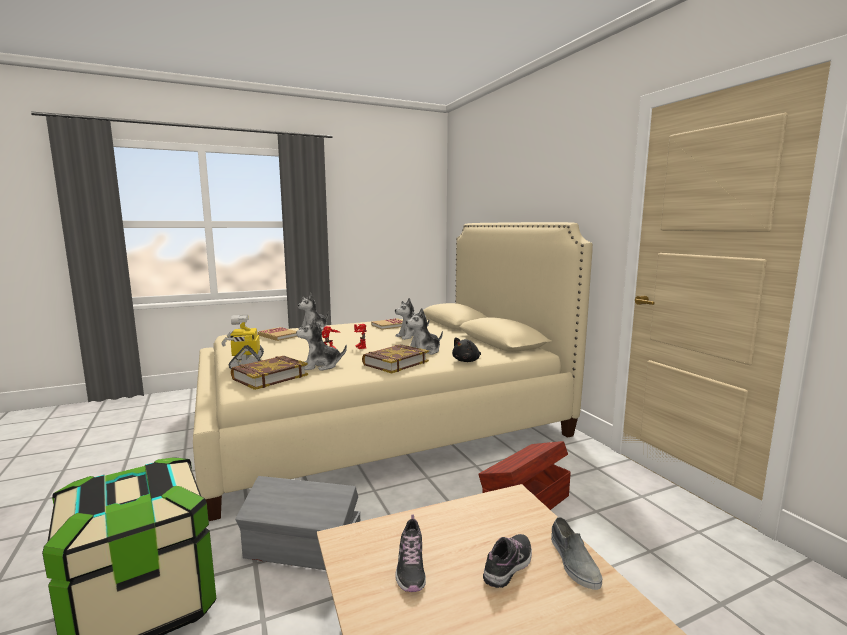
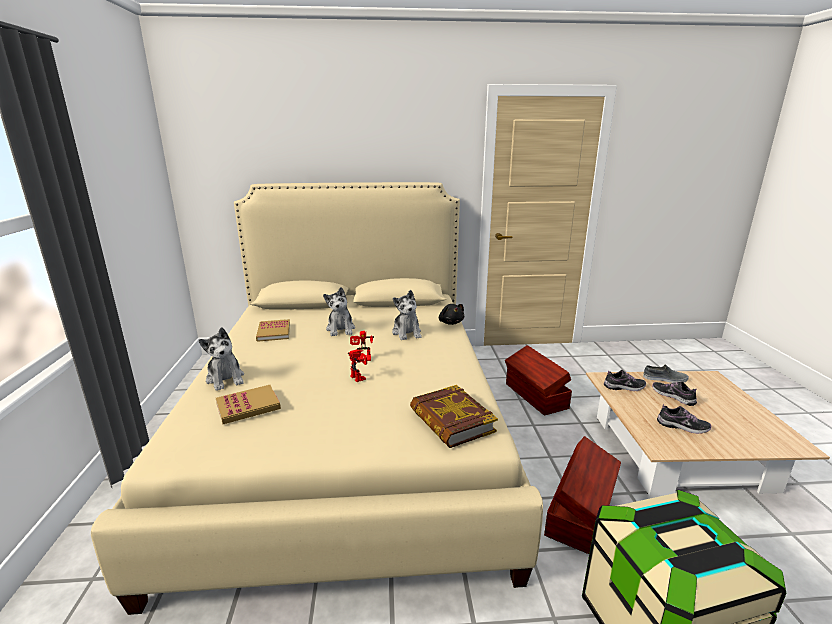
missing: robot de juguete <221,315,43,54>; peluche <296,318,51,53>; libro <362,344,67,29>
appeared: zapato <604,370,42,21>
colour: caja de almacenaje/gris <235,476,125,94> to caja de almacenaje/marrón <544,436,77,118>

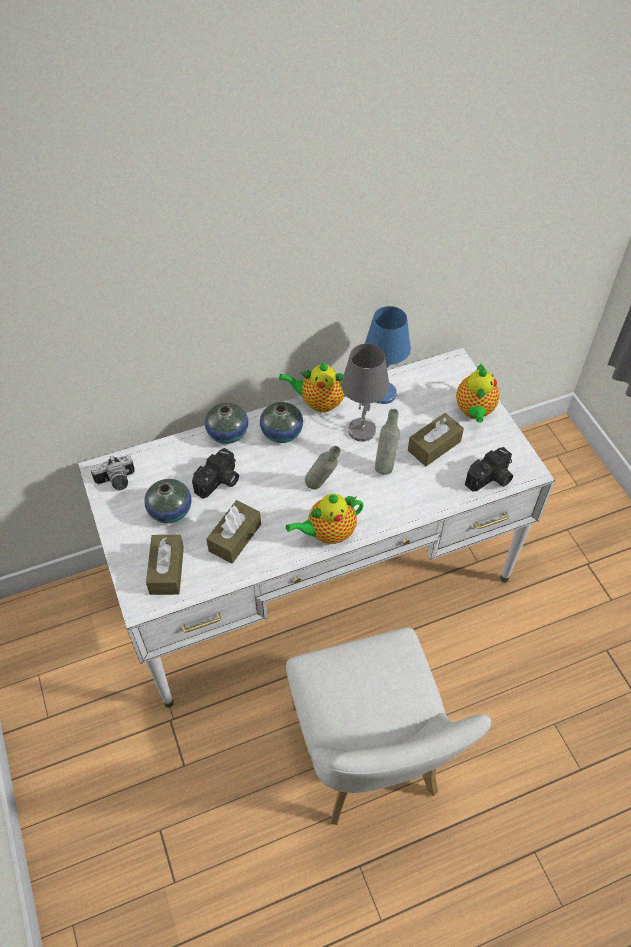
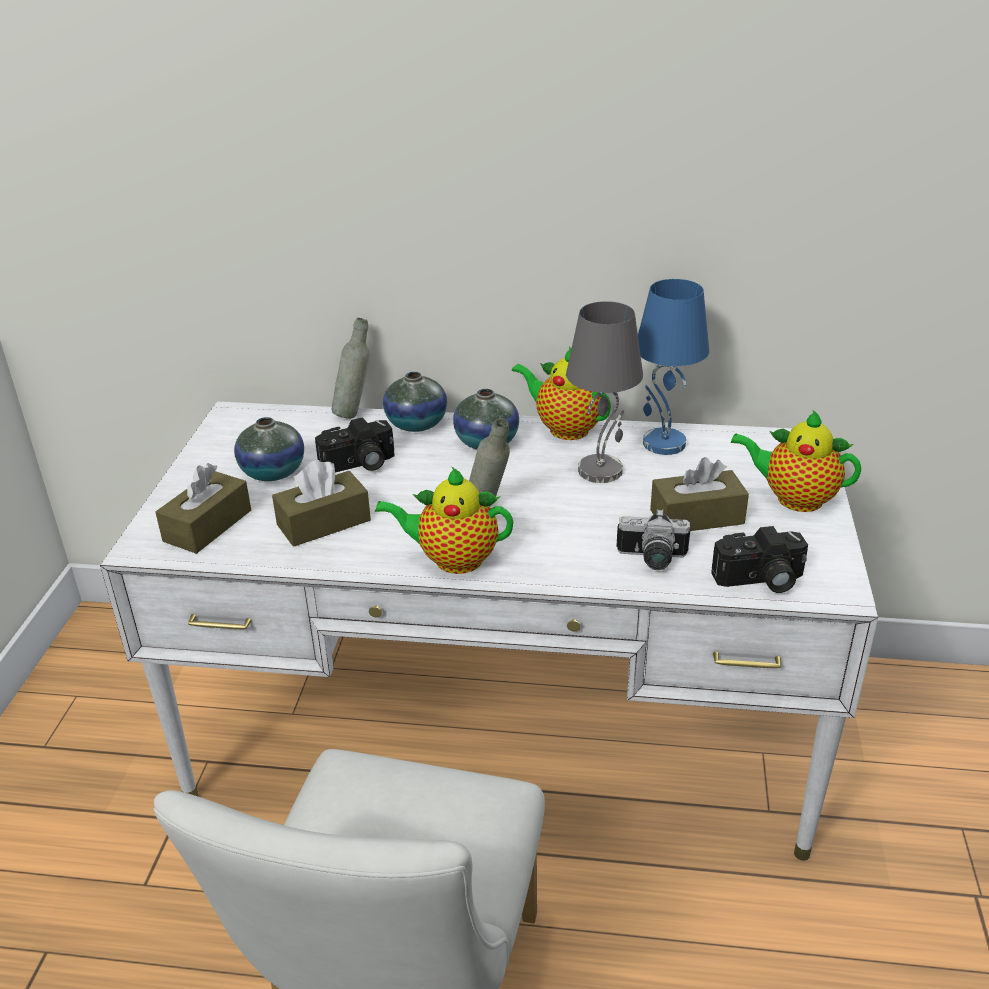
relocated: cámara <91,455,44,35> to <616,509,74,61>; botella/gris <375,409,25,66> to <332,318,37,101>
spun: tetera <456,363,43,60> = <731,409,130,103> 75 degrees clockwise

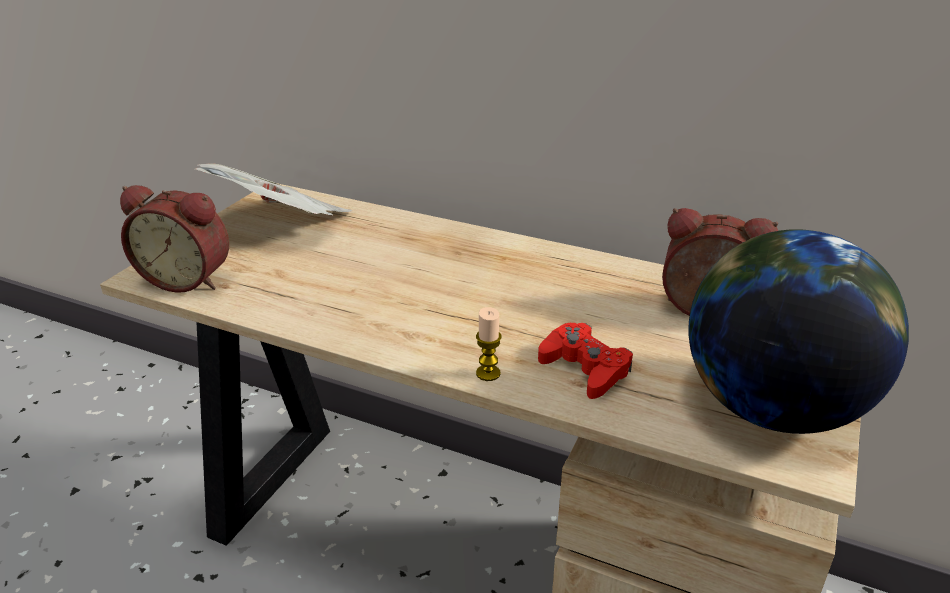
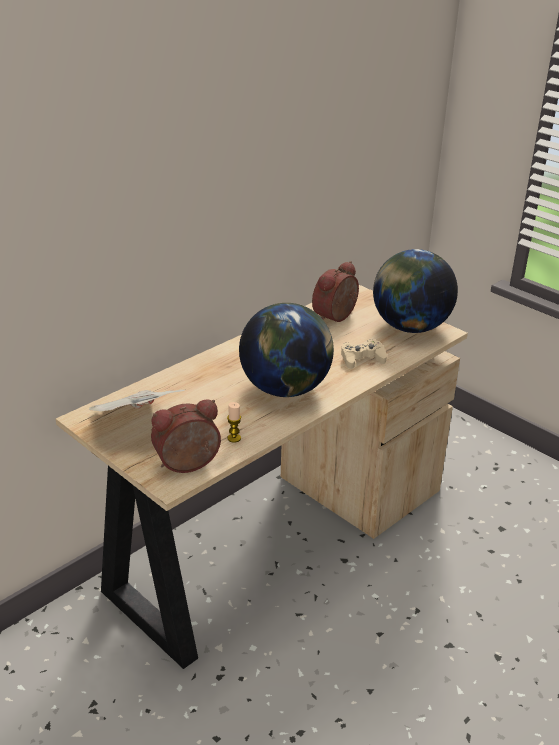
appeared: globo terráqueo <239,303,95,94>
relocated: vela <476,307,26,74> to <227,402,14,41>
colour: mando de consola/rojo <538,323,95,76> to mando de consola/beis <341,339,46,30>
spun: despertador <120,185,109,108> = <151,399,70,74> 150 degrees counterclockwise

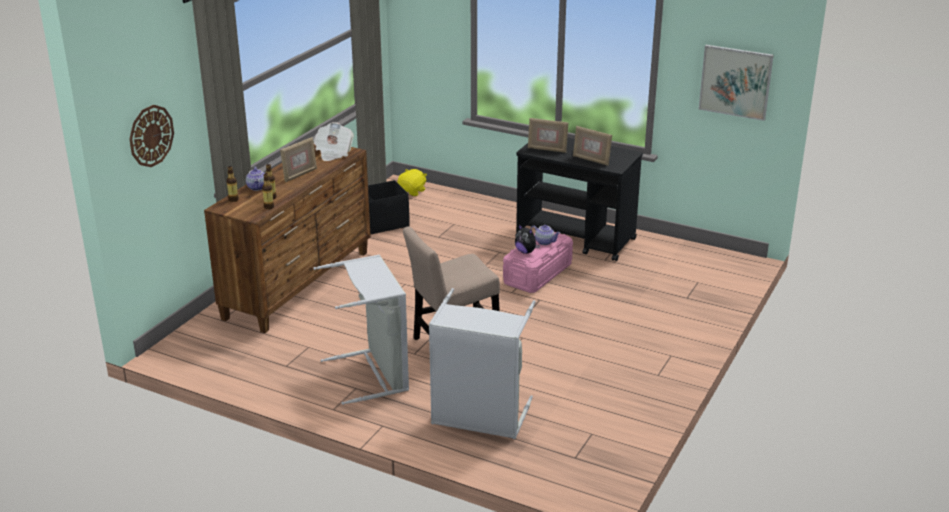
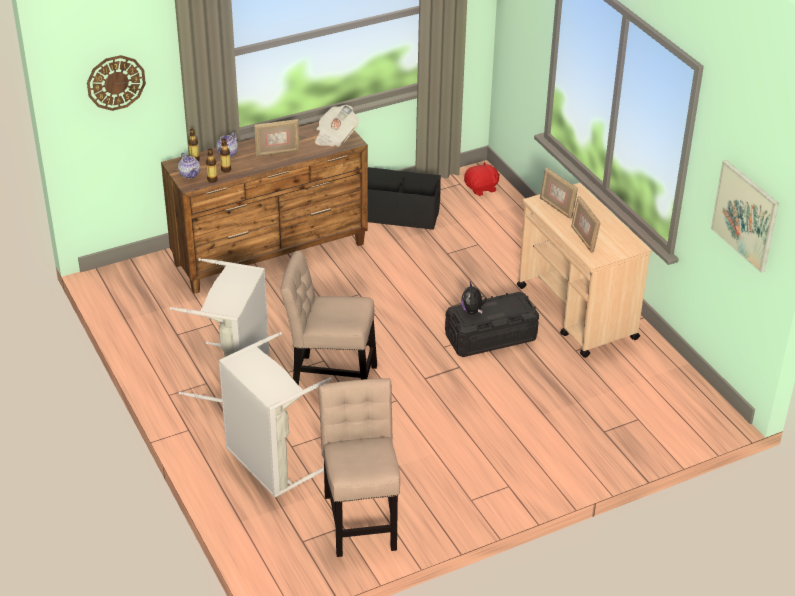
appeared: silla/beis <318,378,82,179>
relocated: tetera <530,225,30,20> to <178,153,22,26>
colour: peluche/amarillo <397,169,30,27> to peluche/rojo <464,162,36,34>; caja de almacenaje/rosa <503,232,70,61> to caja de almacenaje/negro <445,292,94,65>; carrito/negro <515,137,128,125> to carrito/beis <517,183,134,175>

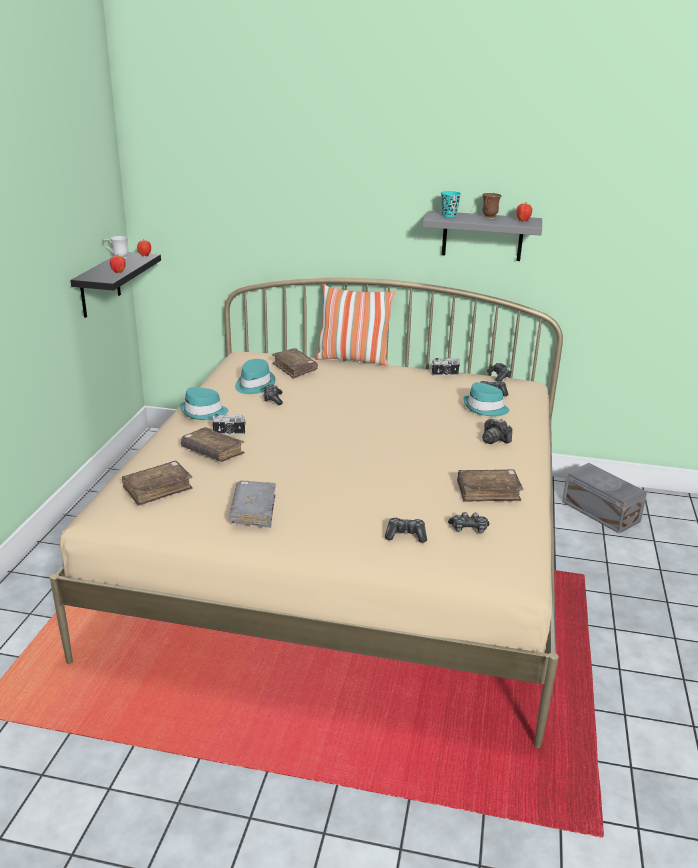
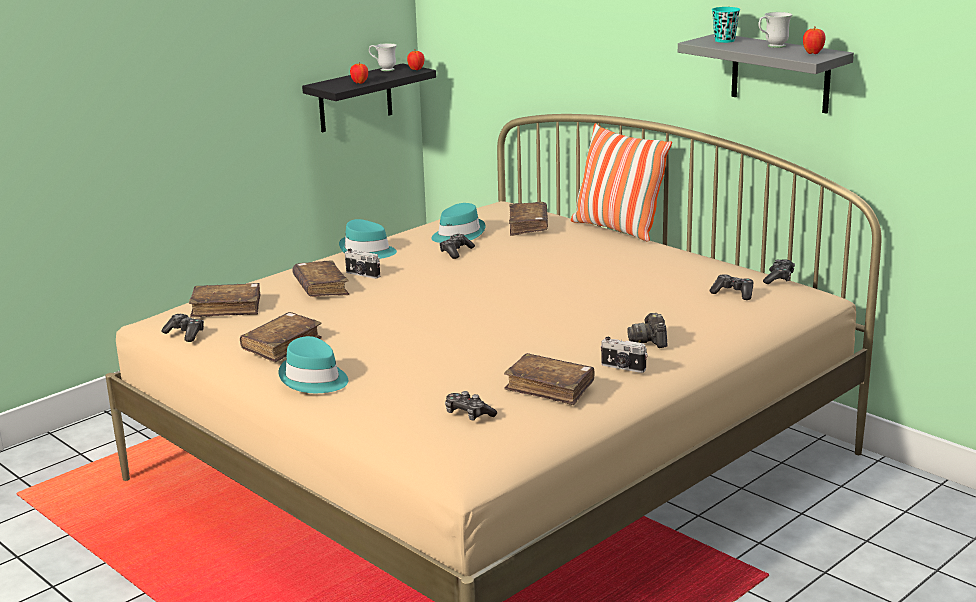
missing: caja de almacenaje/gris <562,463,85,70>
relocated: mando de consola <385,517,42,26> to <161,314,43,28>; cámara <432,358,28,18> to <601,337,46,36>; sombrero/turquesa <464,382,45,34> to <279,336,69,57>
colour: libro/gris <229,481,47,47> to libro/marrón <240,312,82,51>; taza grande/marrón <482,193,20,26> to taza grande/blanco <758,12,34,36>

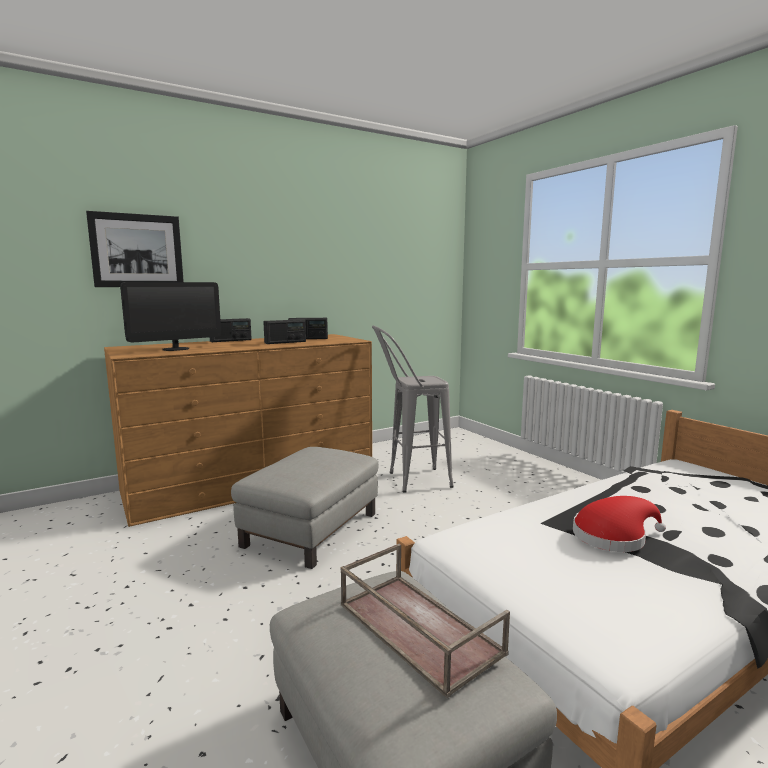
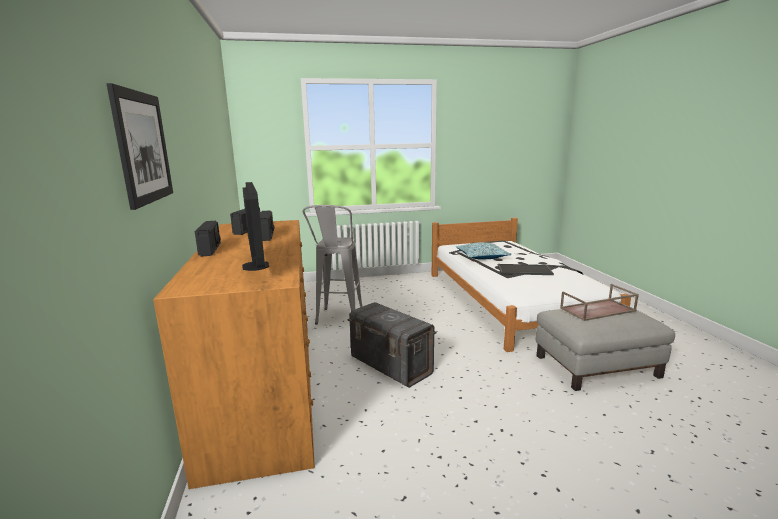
appeared: cojín <456,242,55,17>
exchanged: puf/gris <231,447,148,122> to caja de almacenaje/gris <348,302,89,86>; sombrero/rojo <573,496,93,56> to bandeja <498,264,56,11>

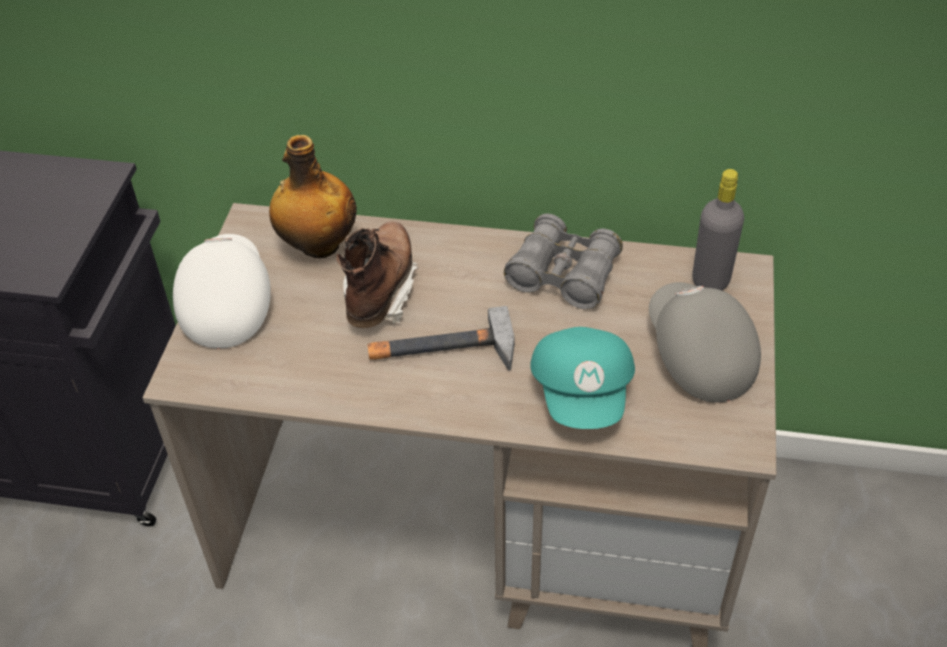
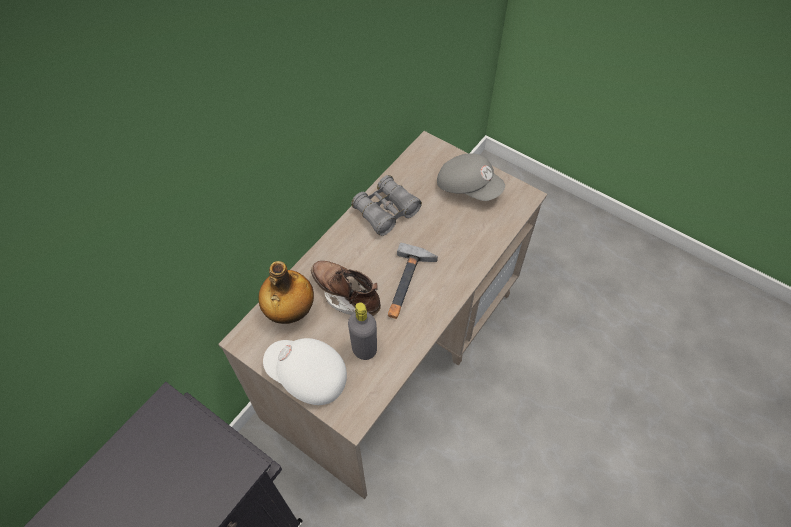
missing: gorra/turquesa <530,327,105,102>
relocated: botella/gris <692,169,52,121> to <348,302,29,58>
spun: gorra/gris <649,282,112,120> = <437,153,68,48> 150 degrees counterclockwise

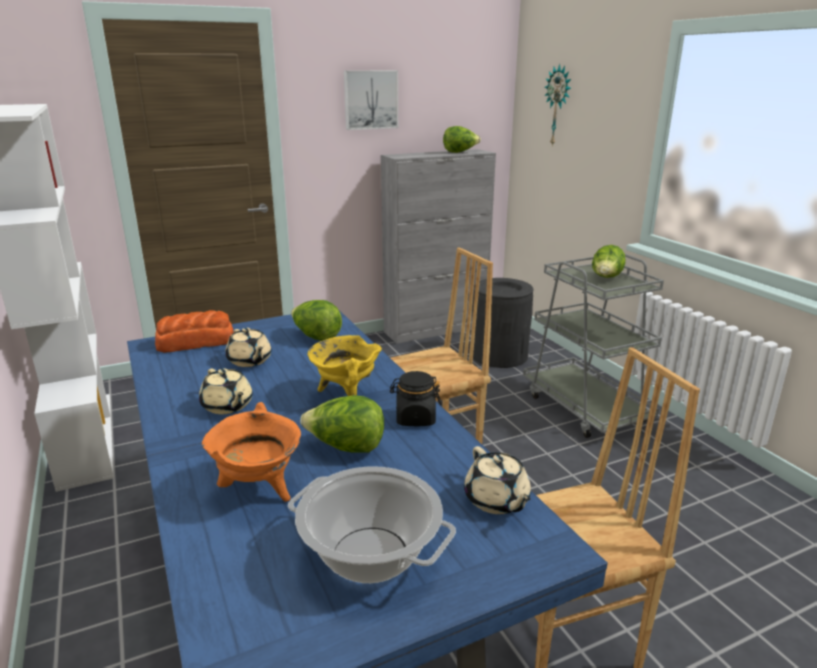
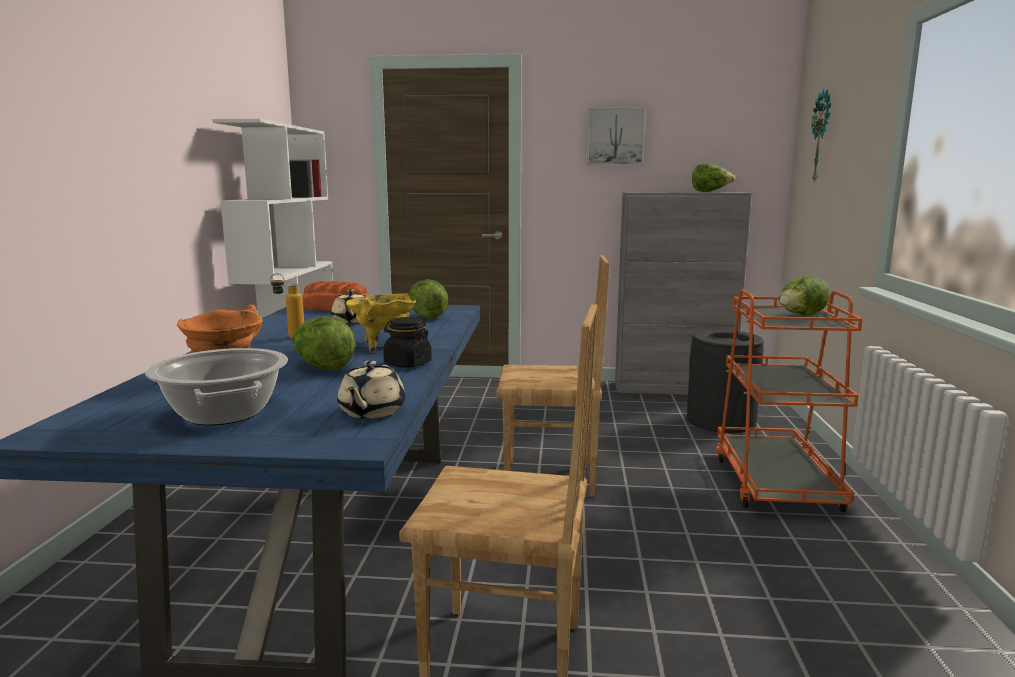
exchanged: tetera/beis <199,368,54,46> to botella <270,273,34,66>
colour: carrito/gris <523,254,141,184> to carrito/naranja <716,289,146,223>

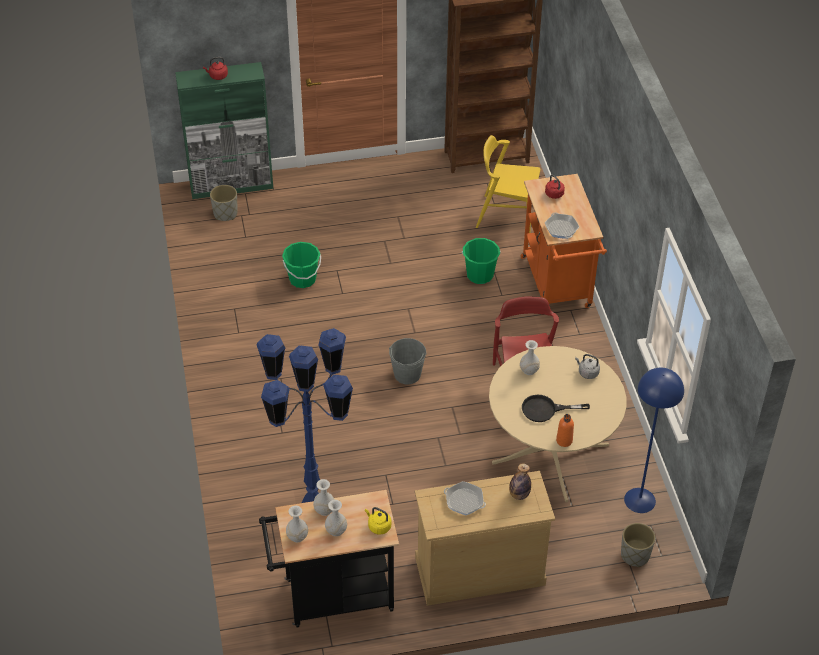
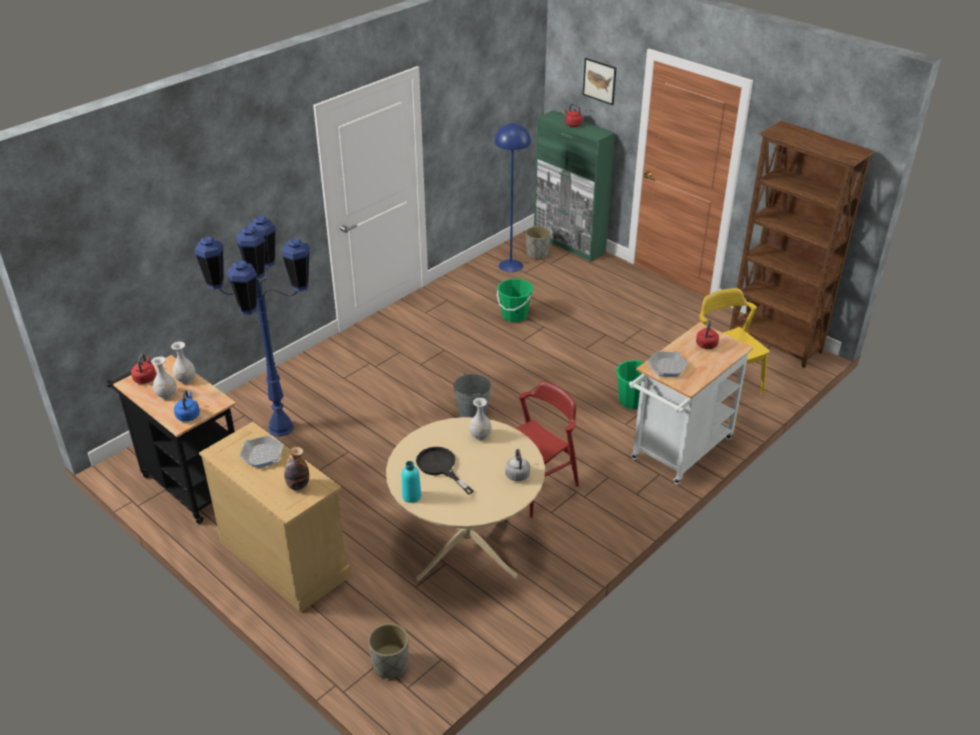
appeared: cuadro <583,58,33,47>
relocated: lámpara de pie/azul <624,368,60,145> to <495,123,36,149>
exchanged: florero/blanco <286,506,22,36> to hervidor/rojo <131,354,25,30>
colour: hervidor/amarillo <365,507,26,28> to hervidor/azul <174,390,26,32>; carrito/naranja <521,174,86,141> to carrito/blanco <629,322,124,163>; botella/naranja <556,414,18,33> to botella/turquesa <402,461,19,42>
spun: sartén <444,481,42,34> = <240,436,44,32> 45 degrees counterclockwise

